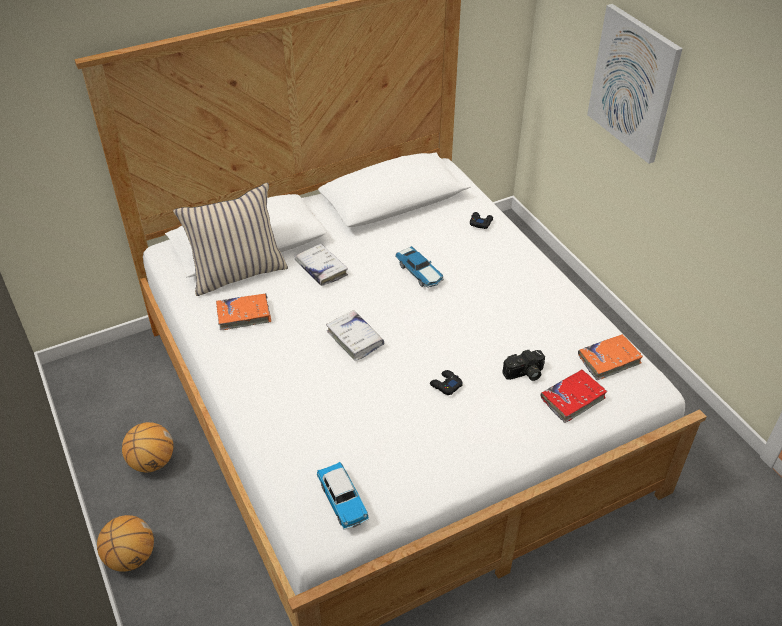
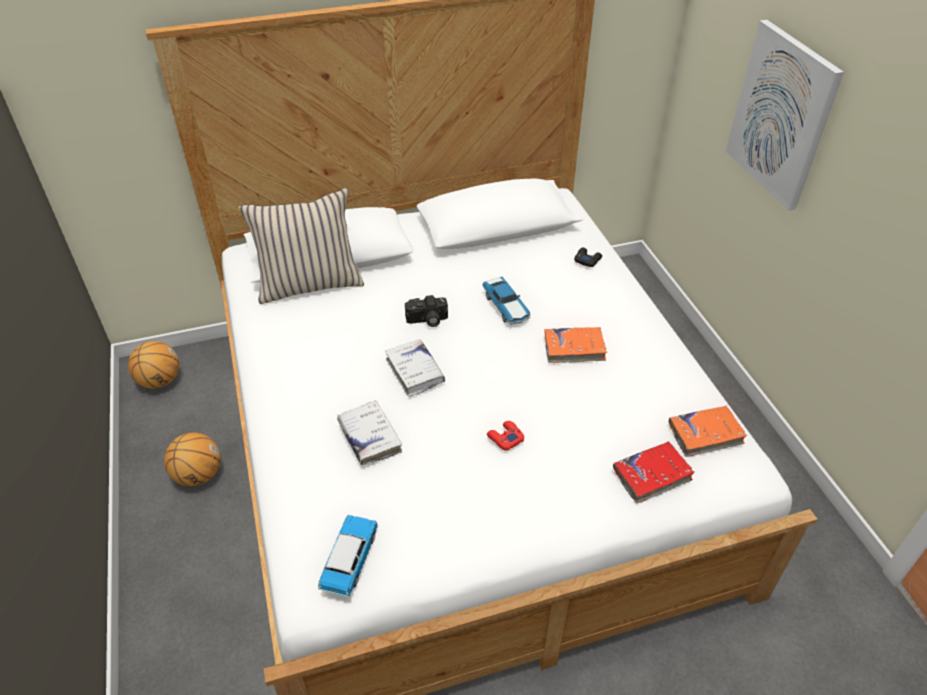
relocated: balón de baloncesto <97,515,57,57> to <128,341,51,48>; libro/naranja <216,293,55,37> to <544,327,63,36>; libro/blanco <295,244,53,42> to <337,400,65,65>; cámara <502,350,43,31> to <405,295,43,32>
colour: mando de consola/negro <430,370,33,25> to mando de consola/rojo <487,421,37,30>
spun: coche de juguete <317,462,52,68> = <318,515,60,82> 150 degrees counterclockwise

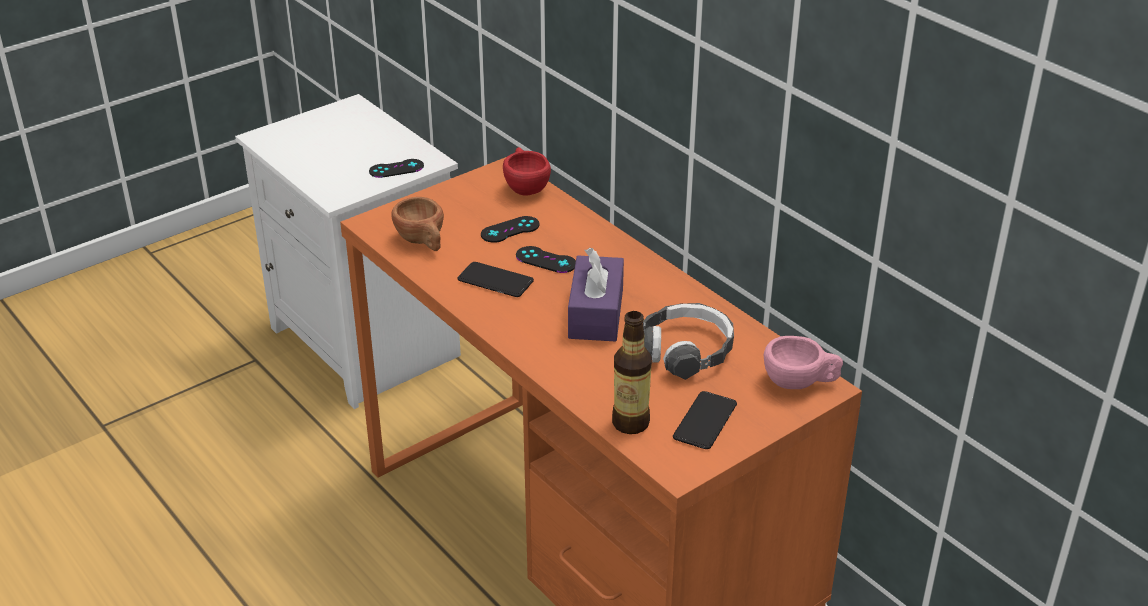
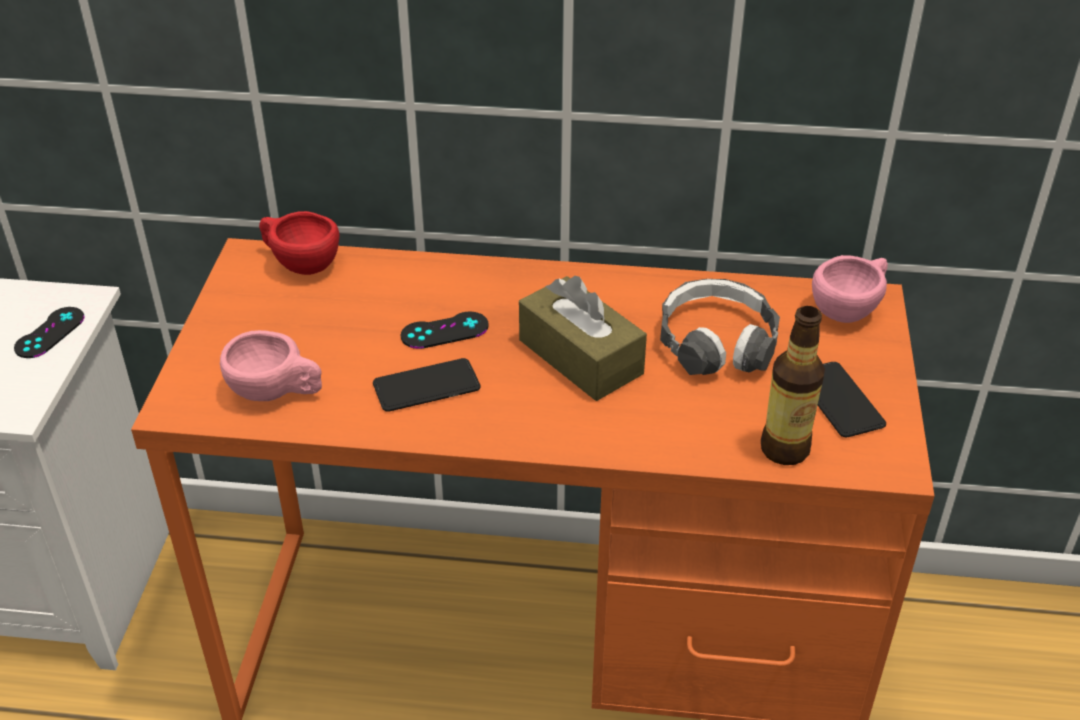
missing: mando de consola/negro <481,216,59,27>
colour: taza/marrón <391,197,53,54> to taza/rosa <220,330,102,71>; caja de pañuelos/morado <568,248,56,94> to caja de pañuelos/marrón <519,276,128,125>

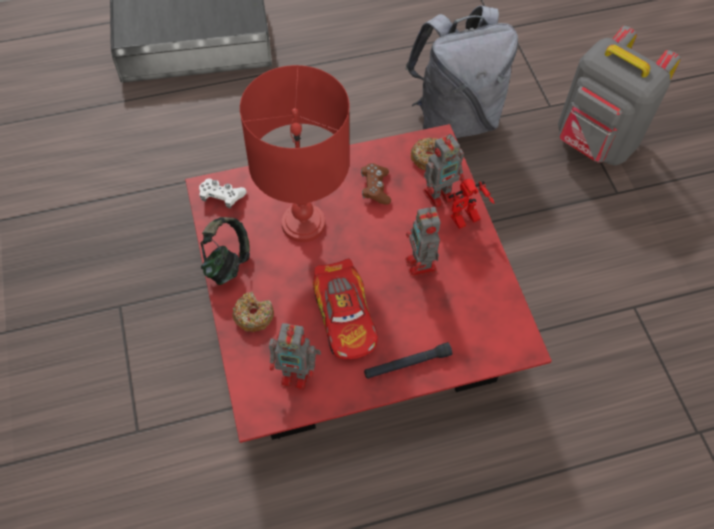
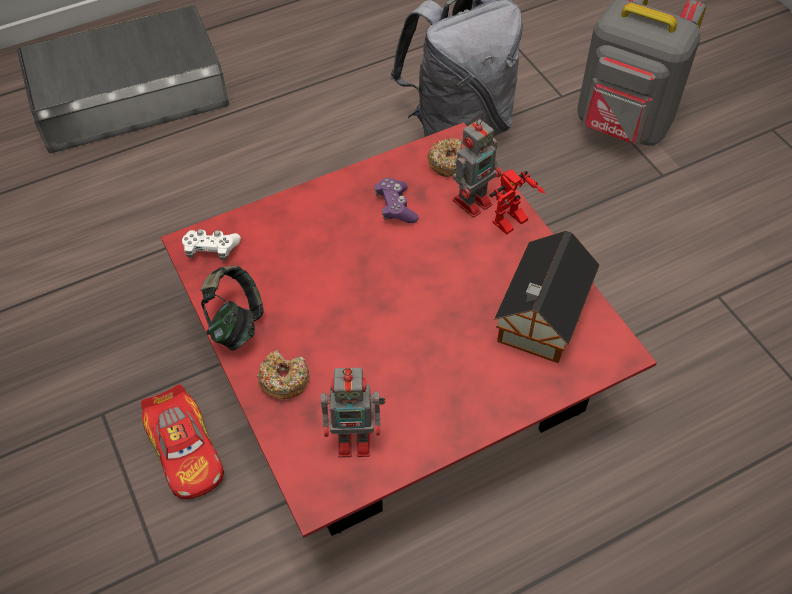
missing: lámpara de mesa/rojo <240,65,109,177>; linterna/negro <364,342,88,37>; robot de juguete <405,207,35,70>
appeared: casita <494,231,106,132>
relocated: coche de juguete <313,259,65,101> to <141,384,83,115>
colour: mando de consola/marrón <361,163,30,42> to mando de consola/morado <374,178,45,45>

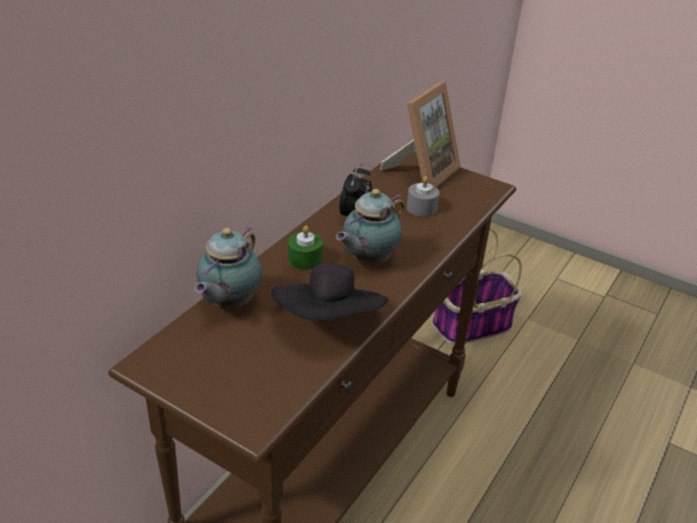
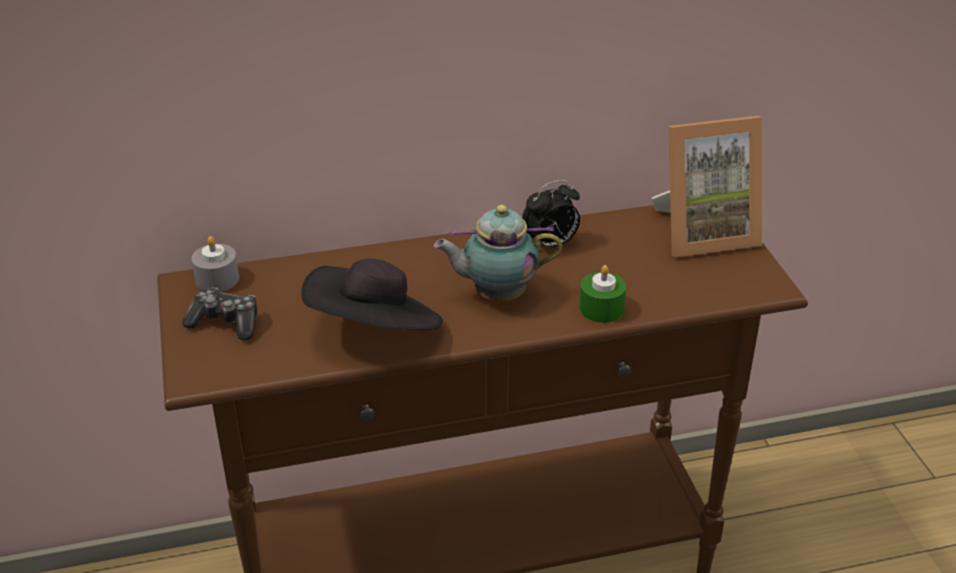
missing: tetera <195,226,67,83>; cesta <432,228,90,117>
appeared: mando de consola <182,288,75,52>
relocated: vela/verde <288,226,35,44> to <579,265,47,58>; vela/gris <407,176,32,41> to <192,236,47,56>

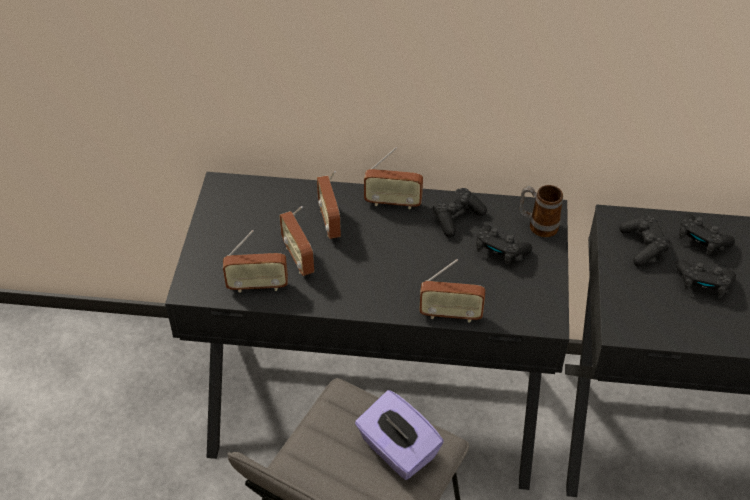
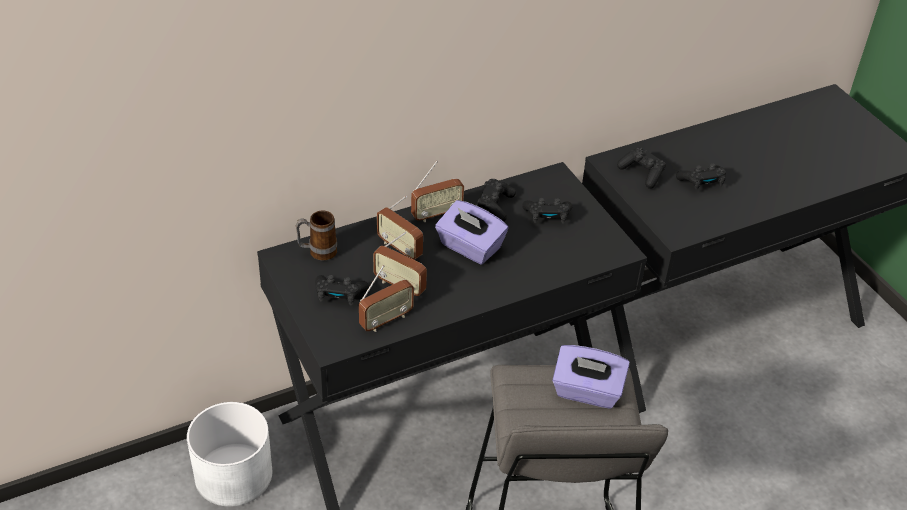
missing: radio <419,259,66,64>
appeared: maceta/blanco <187,402,85,105>; caja de pañuelos/morado <435,200,73,64>
relocated: taza grande <520,185,43,52> to <296,211,41,50>; mando de consola/negro <679,214,56,41> to <315,275,54,31>

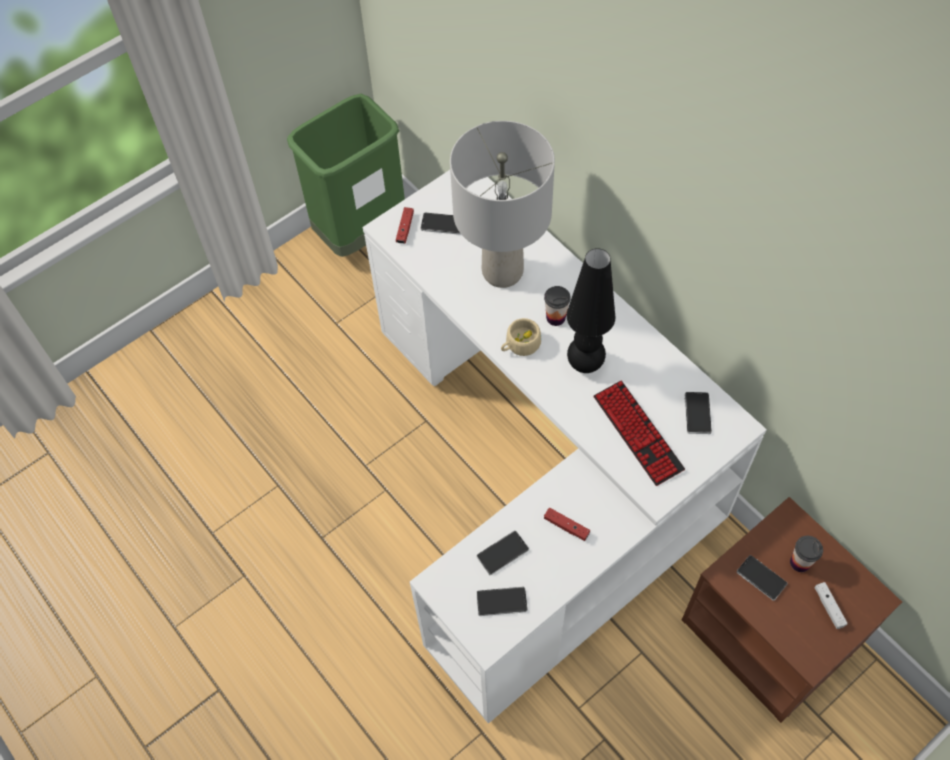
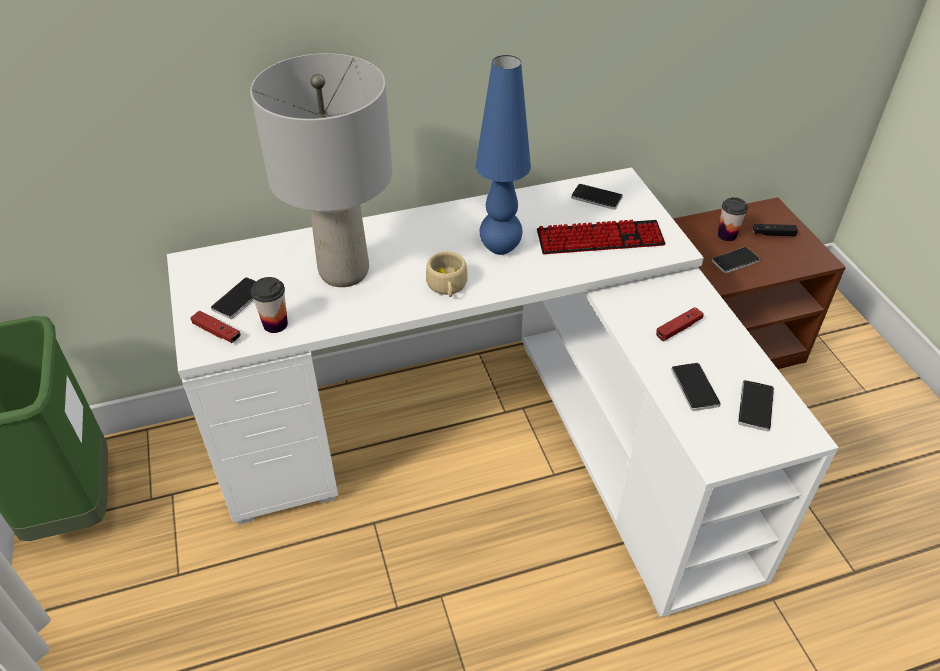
relocated: taza <544,286,26,40> to <251,277,37,56>
colour: lámpara de mesa/negro <567,248,49,125> to lámpara de mesa/azul <475,55,56,200>; mando de consola/blanco <814,582,34,47> to mando de consola/negro <753,224,45,12>

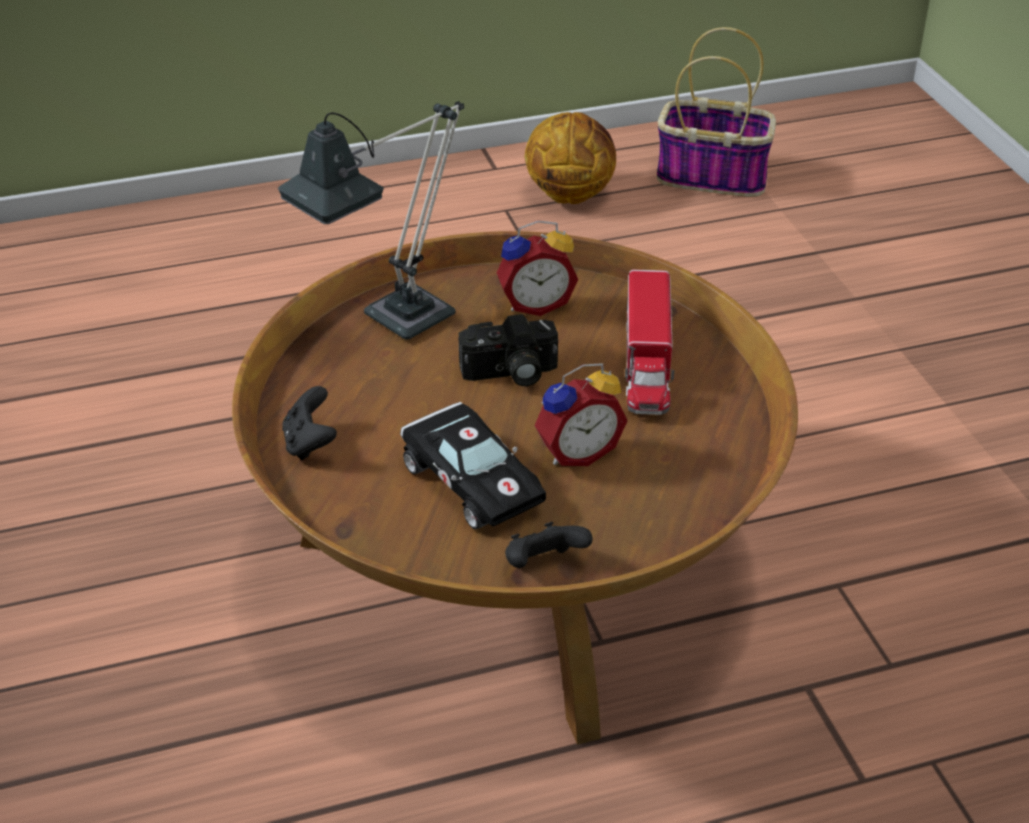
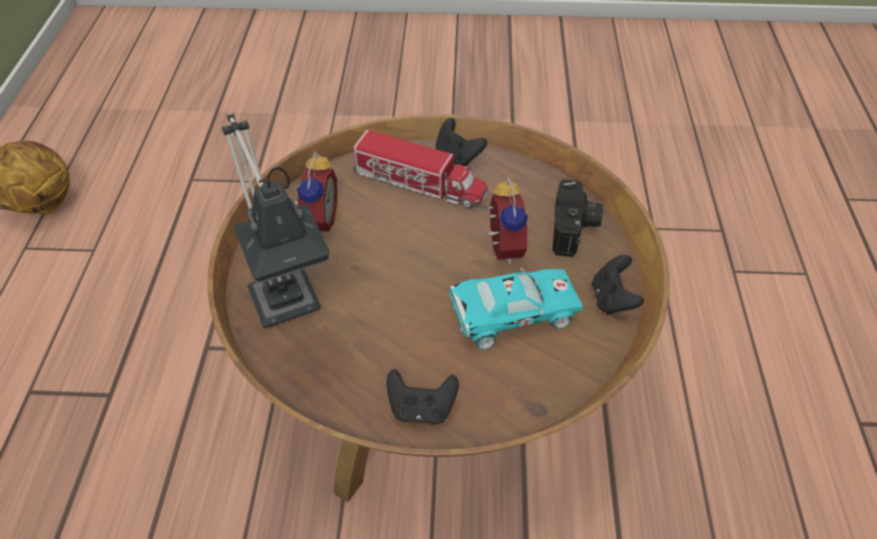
missing: cesta <657,27,119,170>
appeared: mando de consola/negro <435,118,52,48>
relocated: cámara <458,314,100,72> to <553,179,50,78>
colour: coche de juguete/negro <400,402,146,127> to coche de juguete/turquesa <449,267,134,83>

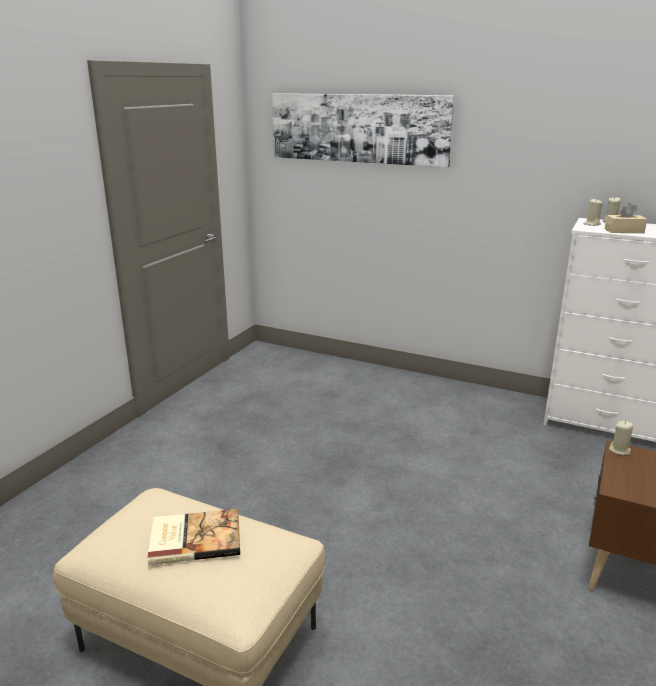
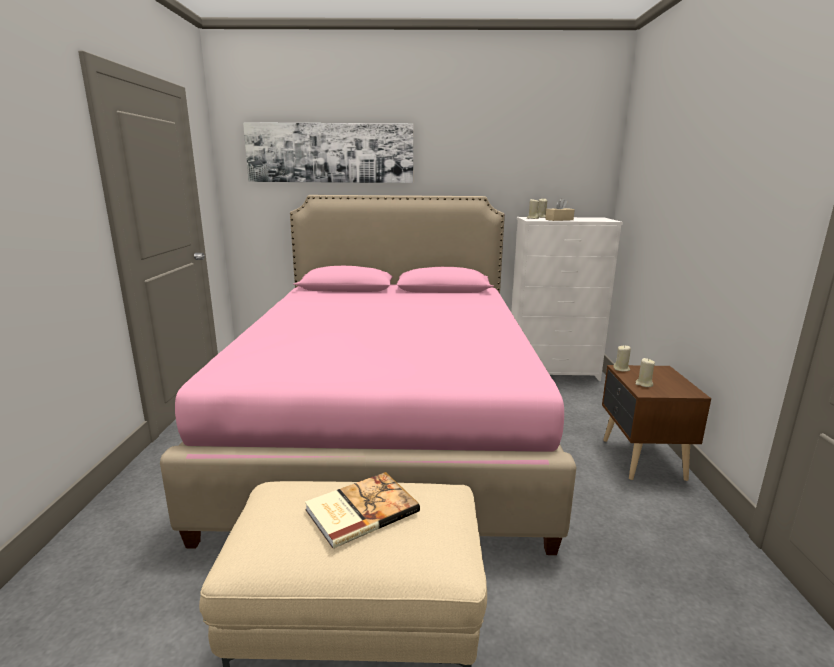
appeared: cama/rosa <160,195,417,360>; vela/beis <635,358,20,29>

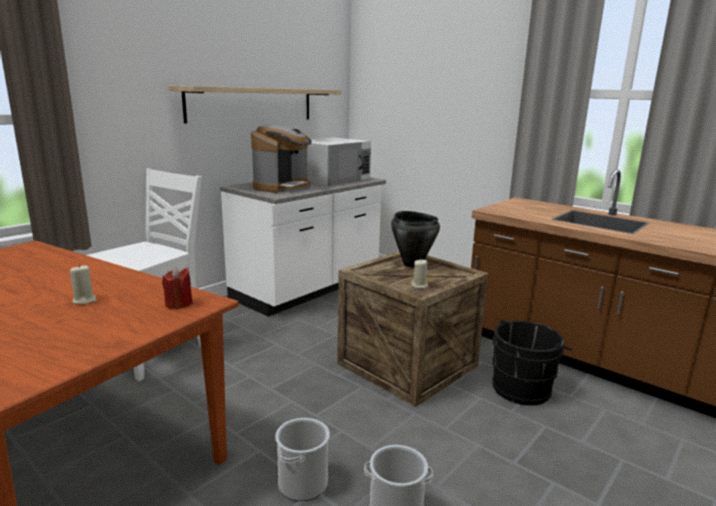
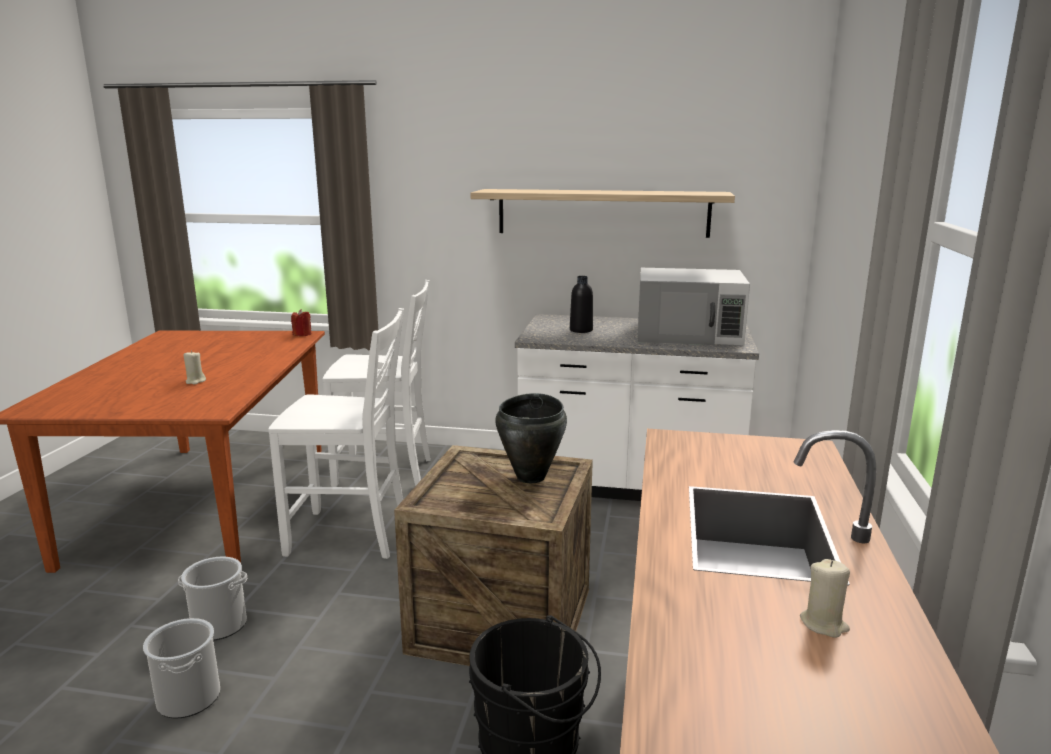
appeared: silla/blanco <268,308,136,251>
relocated: vela/rojo <162,267,31,42> to <291,309,20,27>; vela/beis <411,260,17,28> to <800,559,50,79>
exchanged: cafetera <251,125,61,68> to botella/negro <570,276,23,57>

